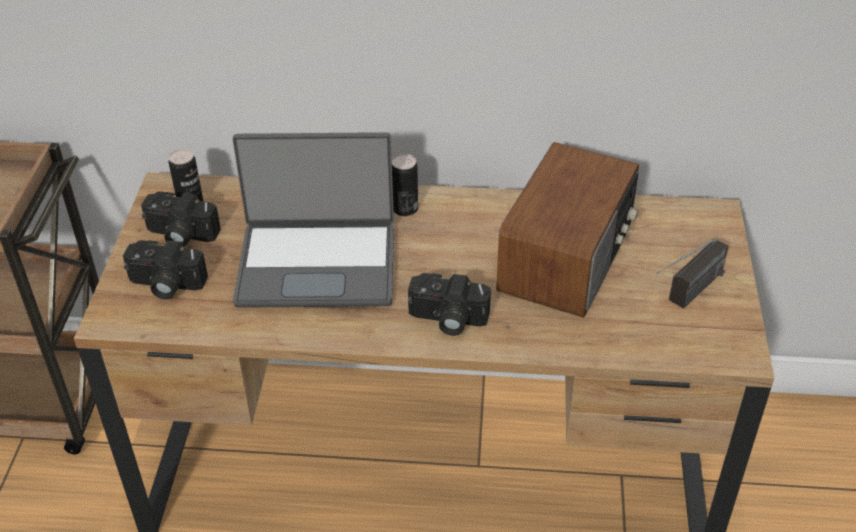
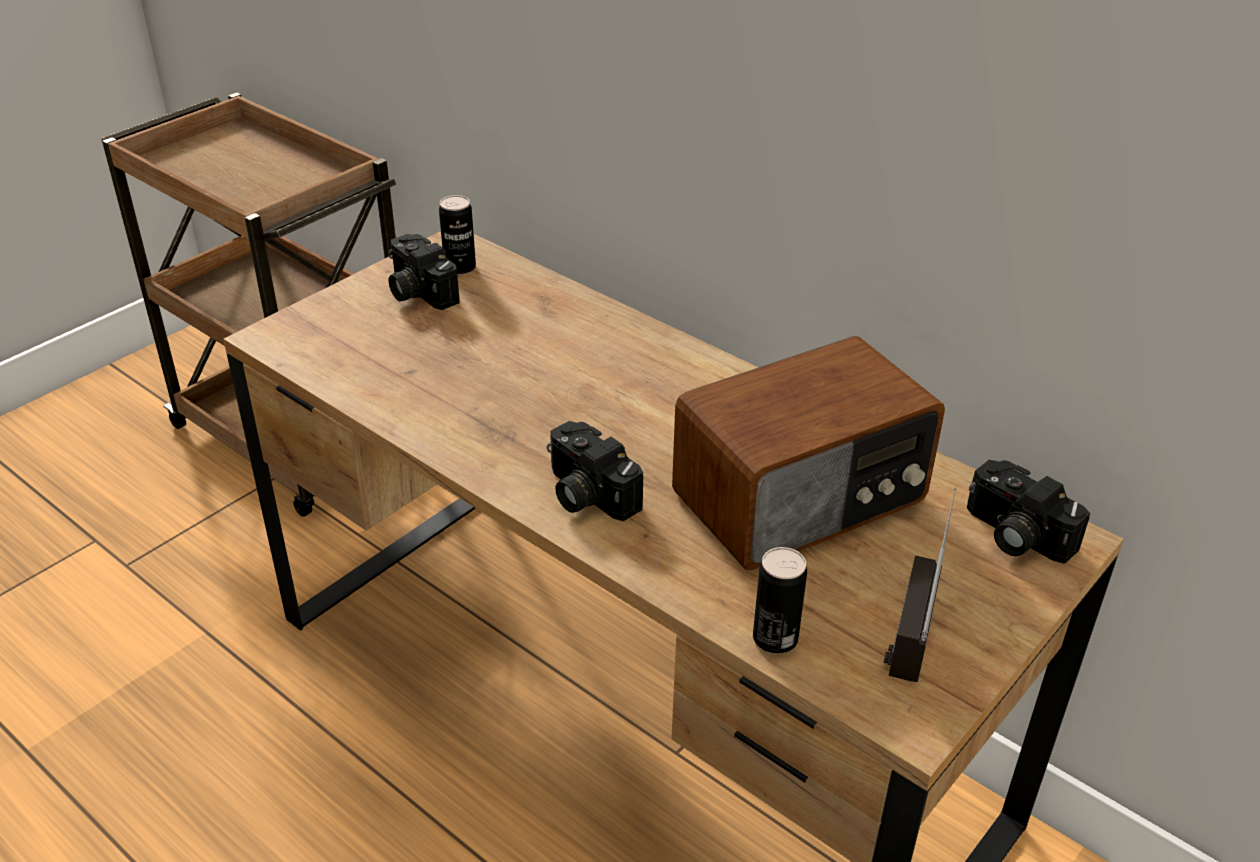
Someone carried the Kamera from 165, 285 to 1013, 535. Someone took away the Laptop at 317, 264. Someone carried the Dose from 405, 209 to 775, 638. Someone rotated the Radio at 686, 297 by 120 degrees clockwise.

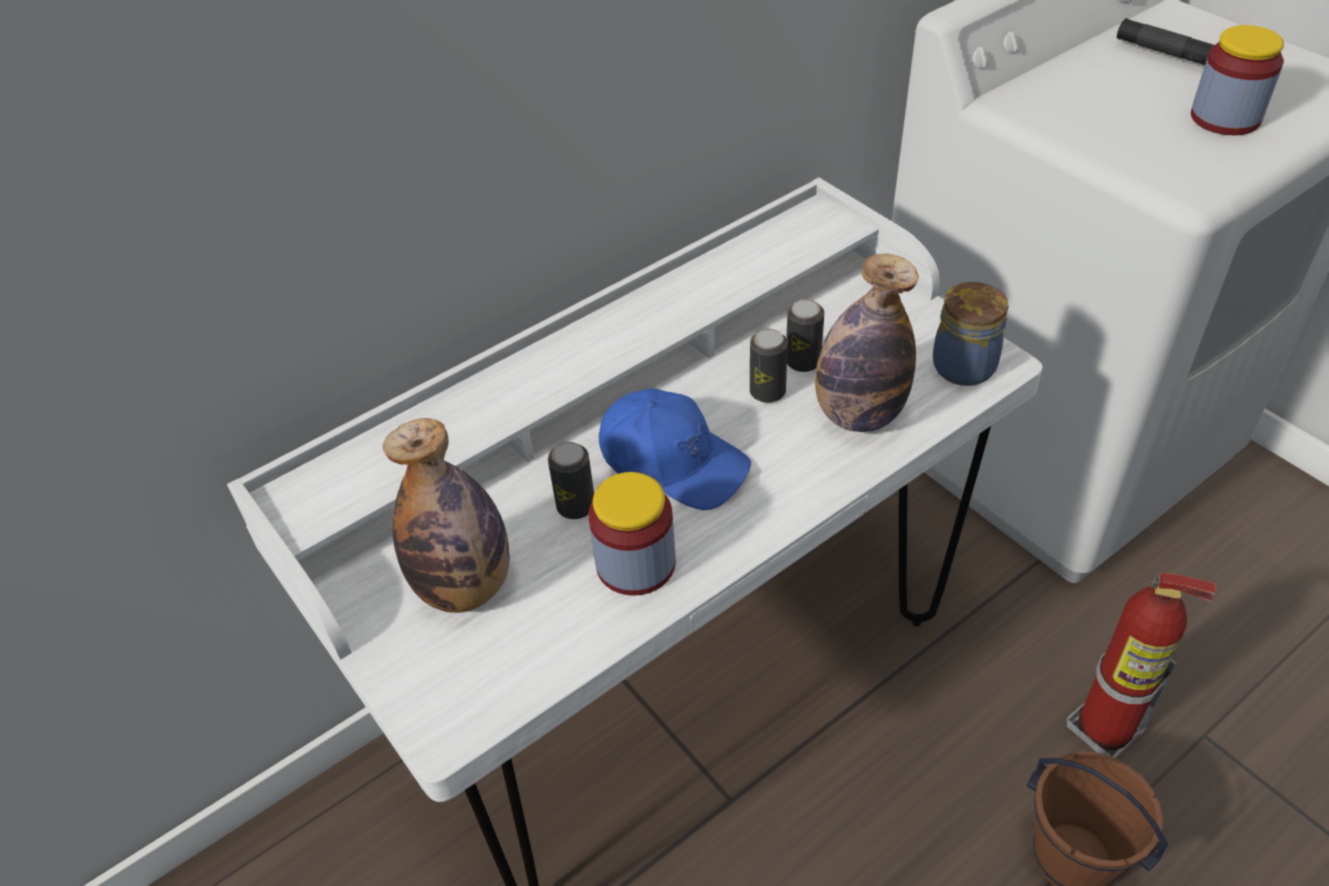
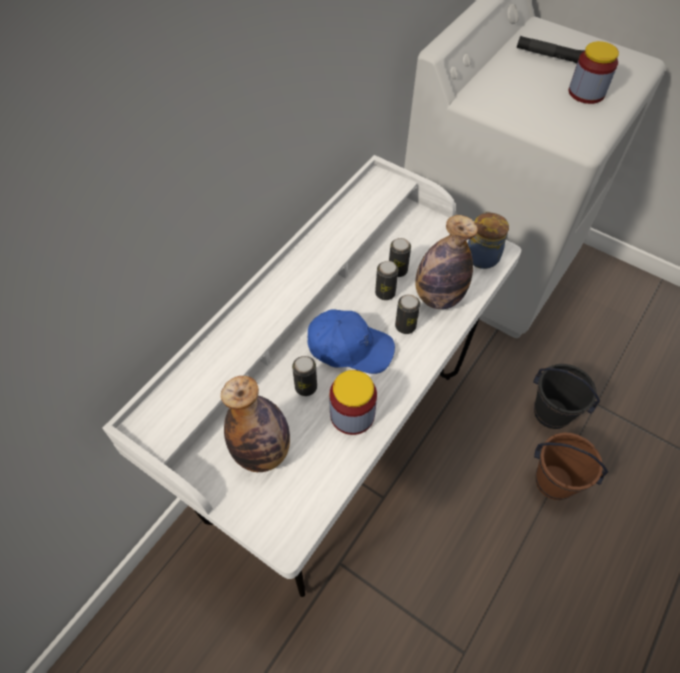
Someone swapped the Feuerlöscher at 1105, 730 for the Eimer [schwarz] at 552, 412. Someone put down the Dose at 405, 326.

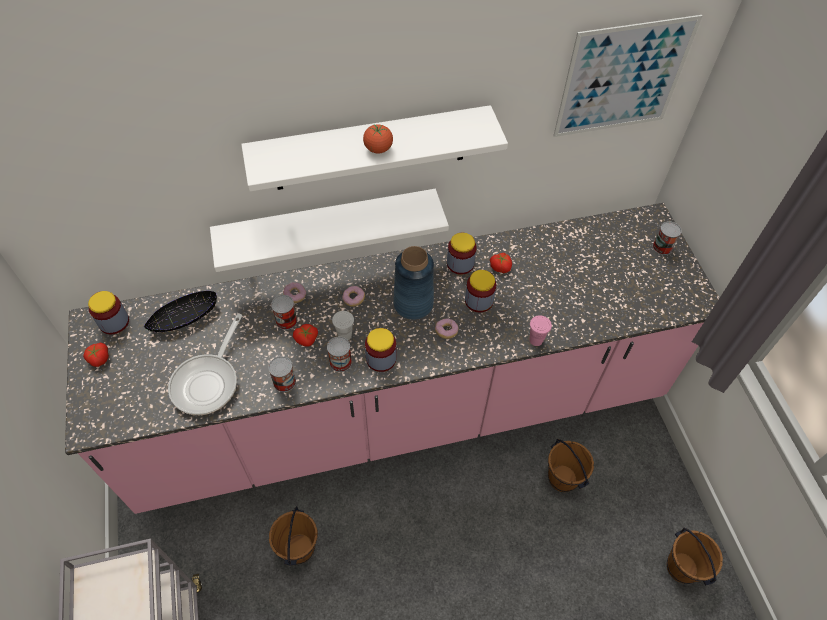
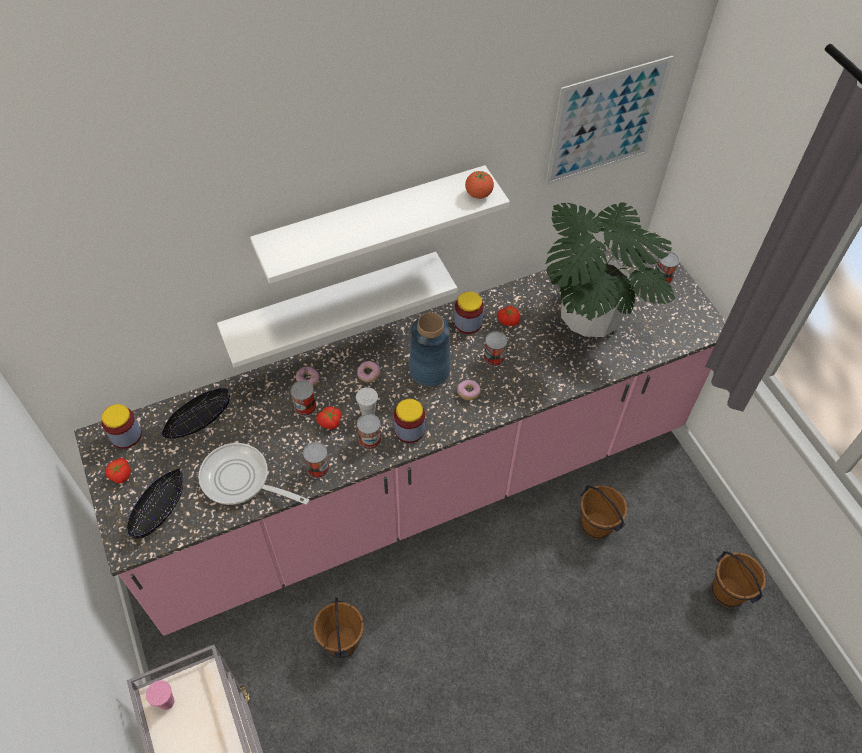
Someone rotated the Pfanne at 208, 382 by 105 degrees clockwise. Someone carried the Tomate from 378, 149 to 478, 194. Someone swapped the Vorratsglas at 479, 301 for the Dose at 494, 357. Someone carried the Tasse [rosa] from 536, 340 to 166, 702. Someone put down the Schüssel [schwarz] at 159, 509. Someone put down the Topfpflanze at 590, 316.

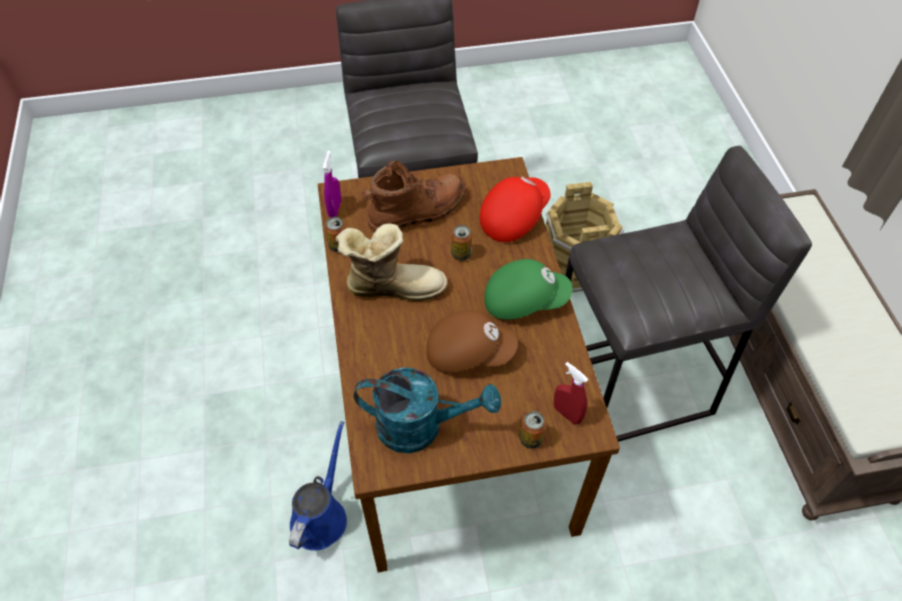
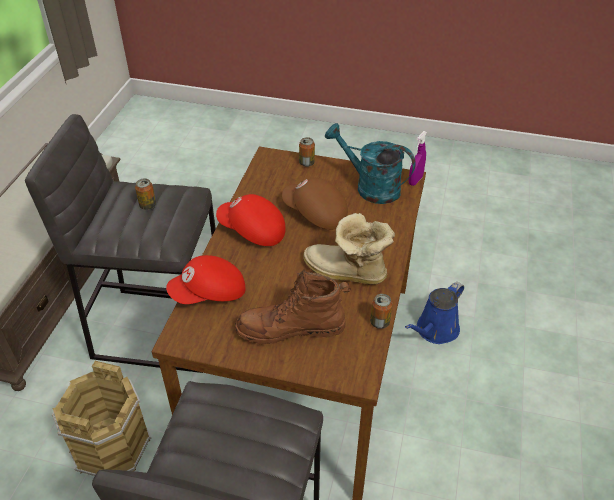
Someone carried the Sprühflasche [lila] from 335, 209 to 415, 180. Someone carried the Dose from 461, 254 to 148, 205. Someone repainted the Kappe [grün] at 524, 299, which became the Kappe [rot] at 252, 231. Someone took away the Sprühflasche [rot] at 567, 414.

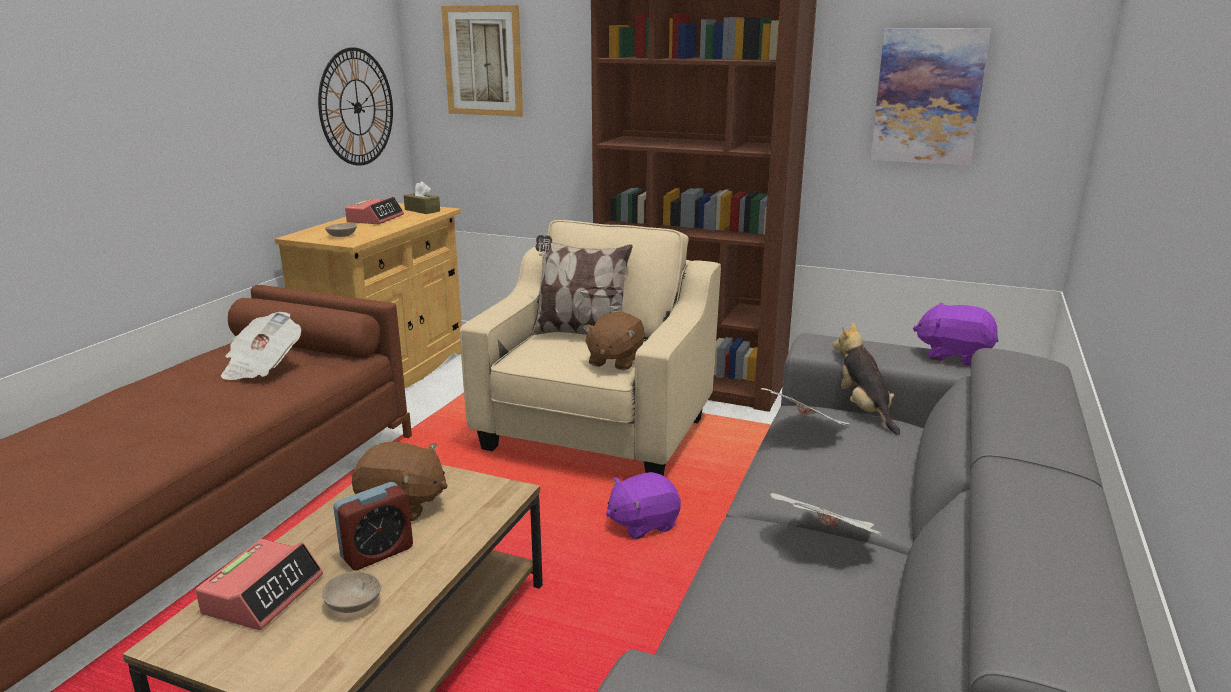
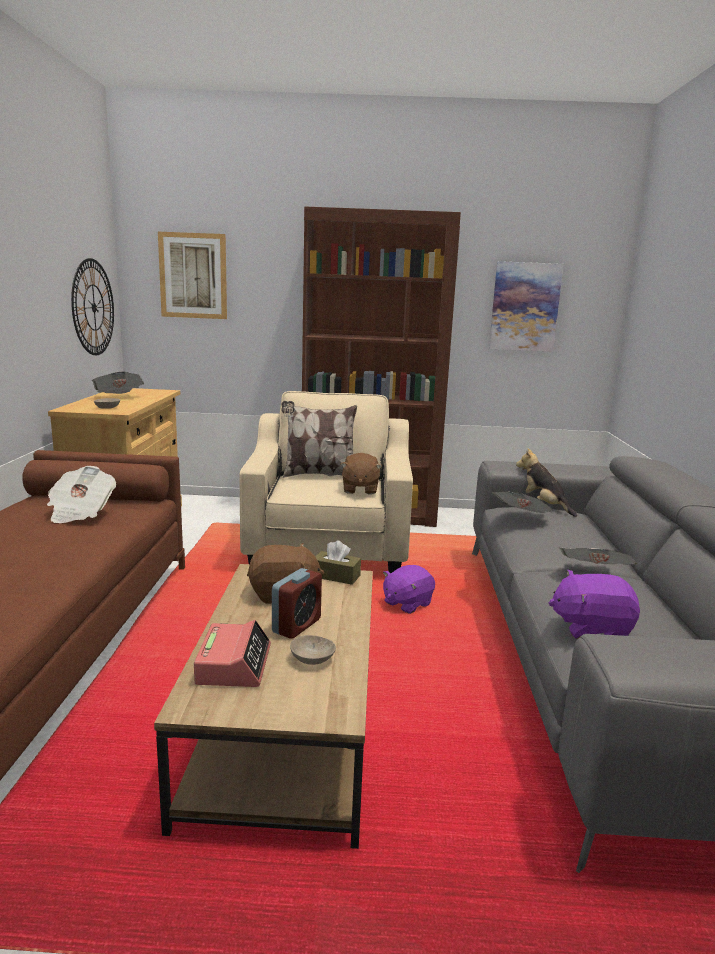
Someone swapped the Wecker at 375, 219 for the Zeitung at 119, 397. Someone carried the Taschentuchbox [braun] from 422, 210 to 336, 576. Someone carried the Plüschtier [lila] from 953, 356 to 591, 628.

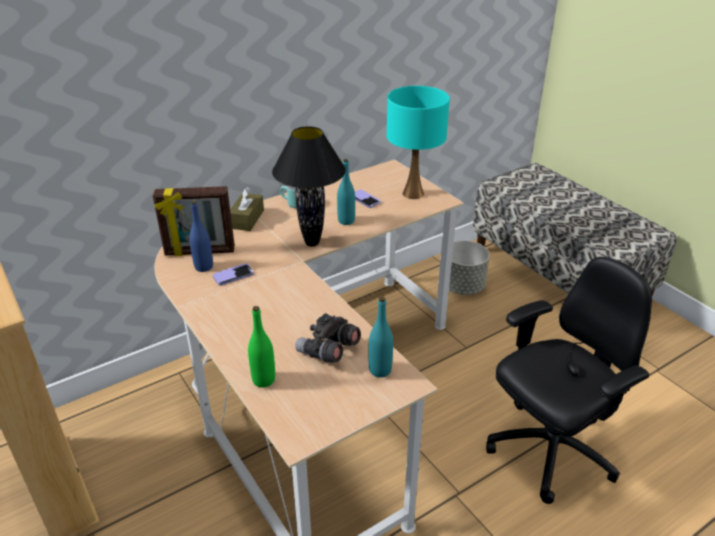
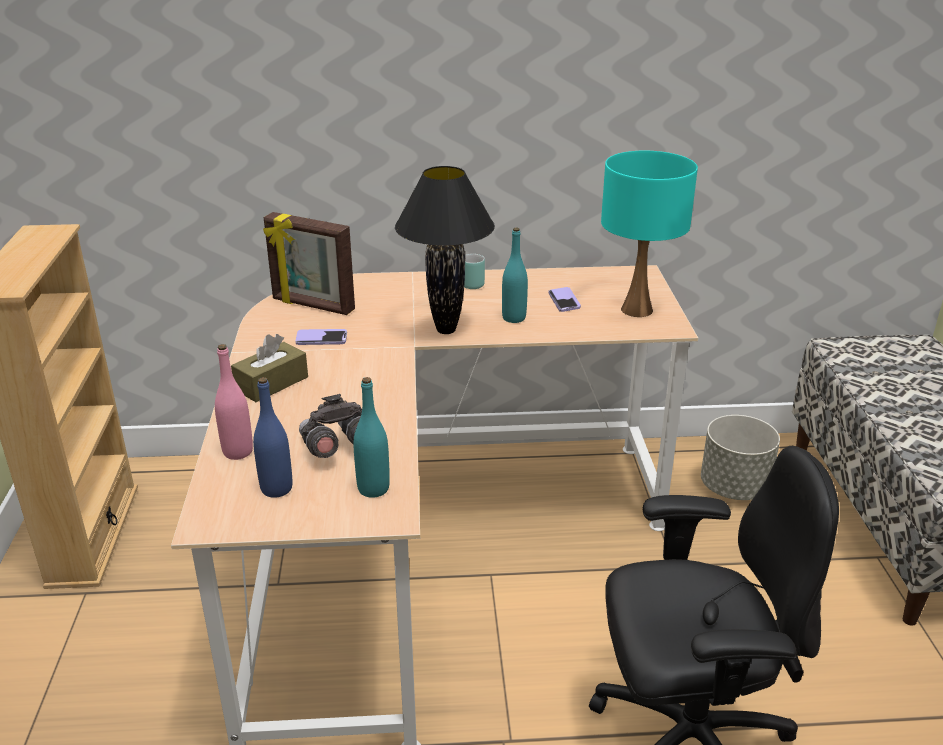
Someone carried the Flasche [blau] from 204, 267 to 276, 489. Someone carried the Taschentuchbox [braun] from 247, 219 to 271, 383. Someone repainted the Flasche [grün] at 263, 380, which became the Flasche [rosa] at 238, 452.

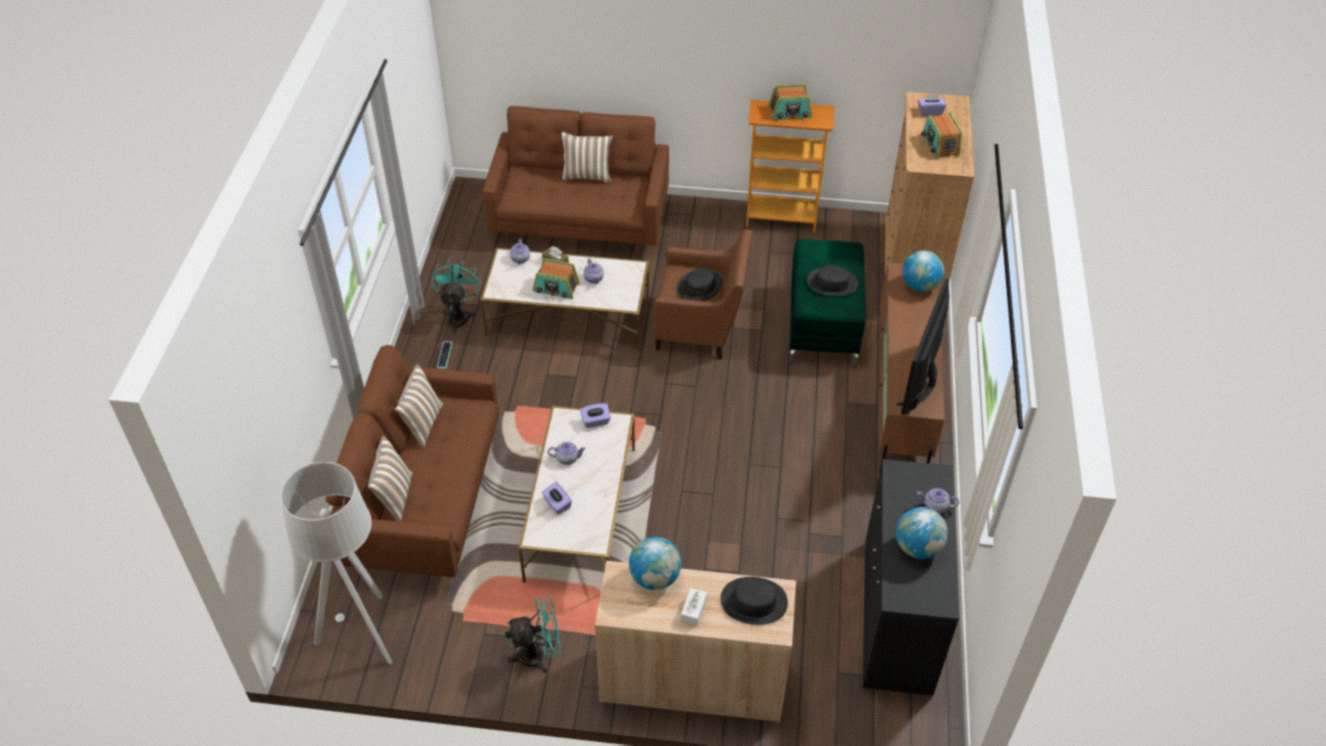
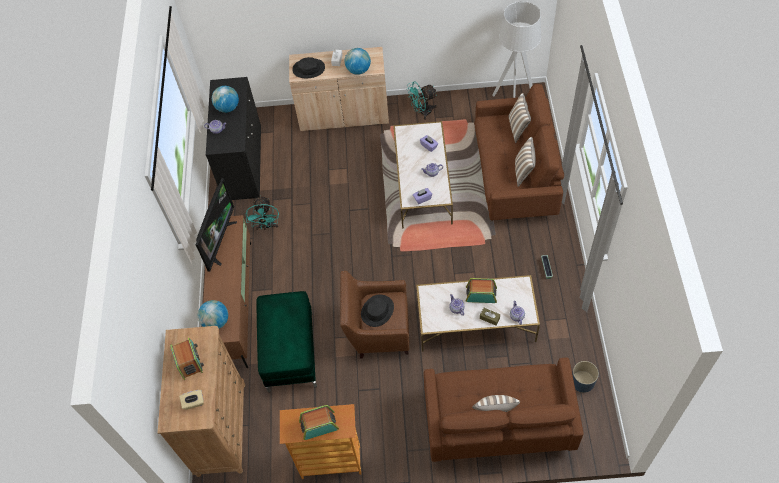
Someone carried the Ventilator [türkis] from 459, 315 to 267, 226. Someone took away the Hut [schwarz] at 832, 283. Someone repainted the Taschentuchbox [lila] at 930, 111, which became the Taschentuchbox [beige] at 194, 403. Someone put down the Pflanzkübel [blau] at 582, 381.

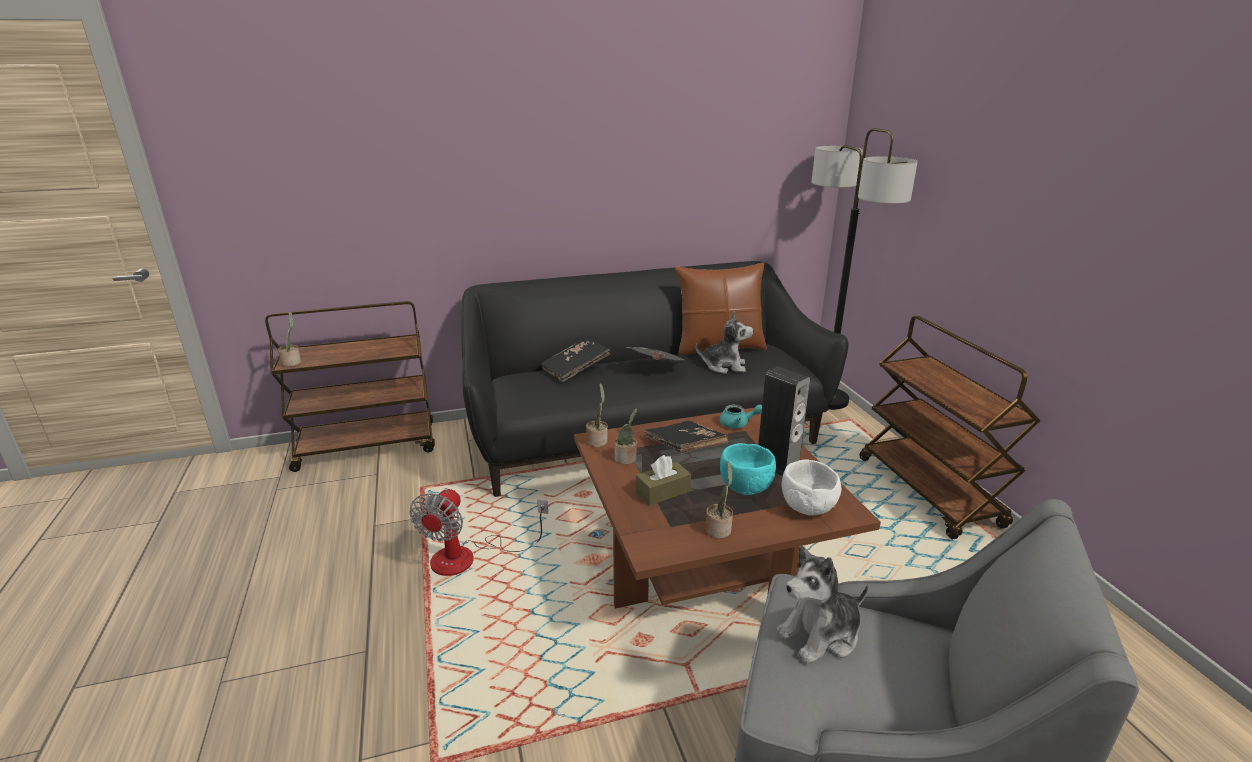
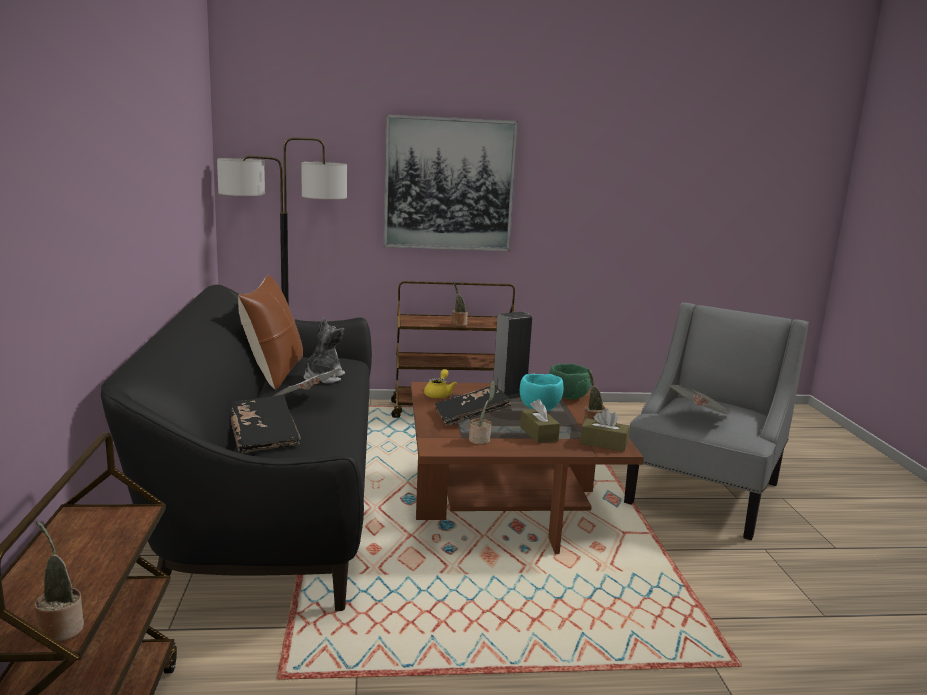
Someone took away the Ventilator at 469, 557. Someone carried the Topfpflanze from 597, 441 to 458, 324. Someone repainted the Teekanne [türkis] at 738, 424, which became the Teekanne [gelb] at 439, 394. Someone swapped the Plüschtier at 820, 634 for the Zeitung at 698, 417. Someone repainted the Schüssel [weiß] at 806, 507, which became the Schüssel [grün] at 568, 397. Someone put up the Bild at 449, 184. Someone put down the Taschentuchbox [braun] at 603, 443.

